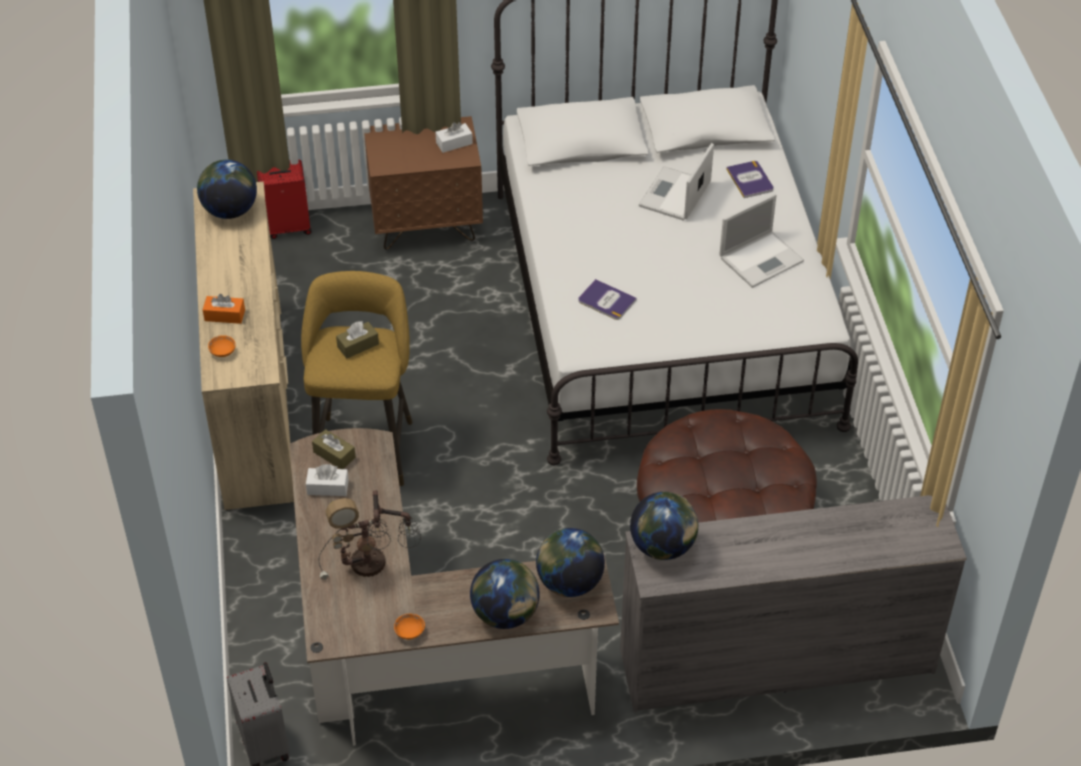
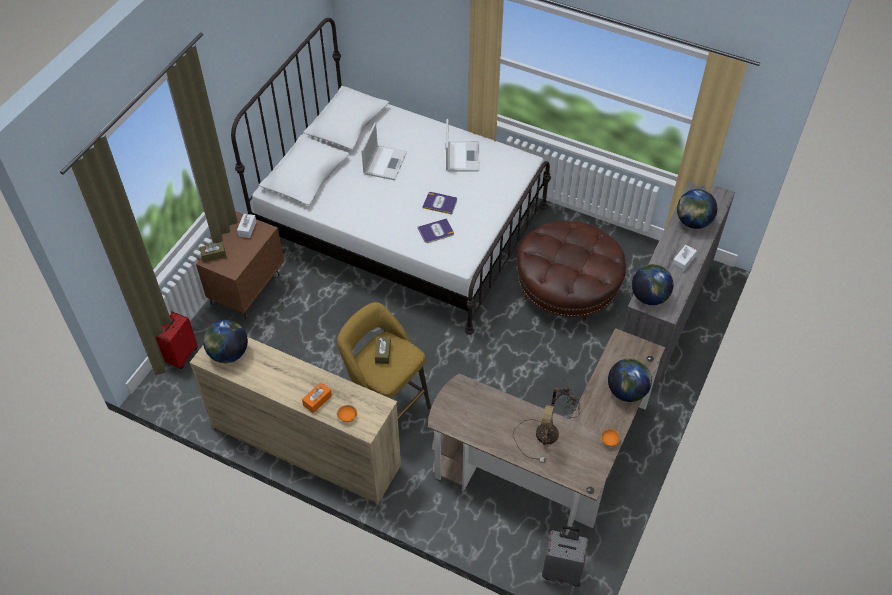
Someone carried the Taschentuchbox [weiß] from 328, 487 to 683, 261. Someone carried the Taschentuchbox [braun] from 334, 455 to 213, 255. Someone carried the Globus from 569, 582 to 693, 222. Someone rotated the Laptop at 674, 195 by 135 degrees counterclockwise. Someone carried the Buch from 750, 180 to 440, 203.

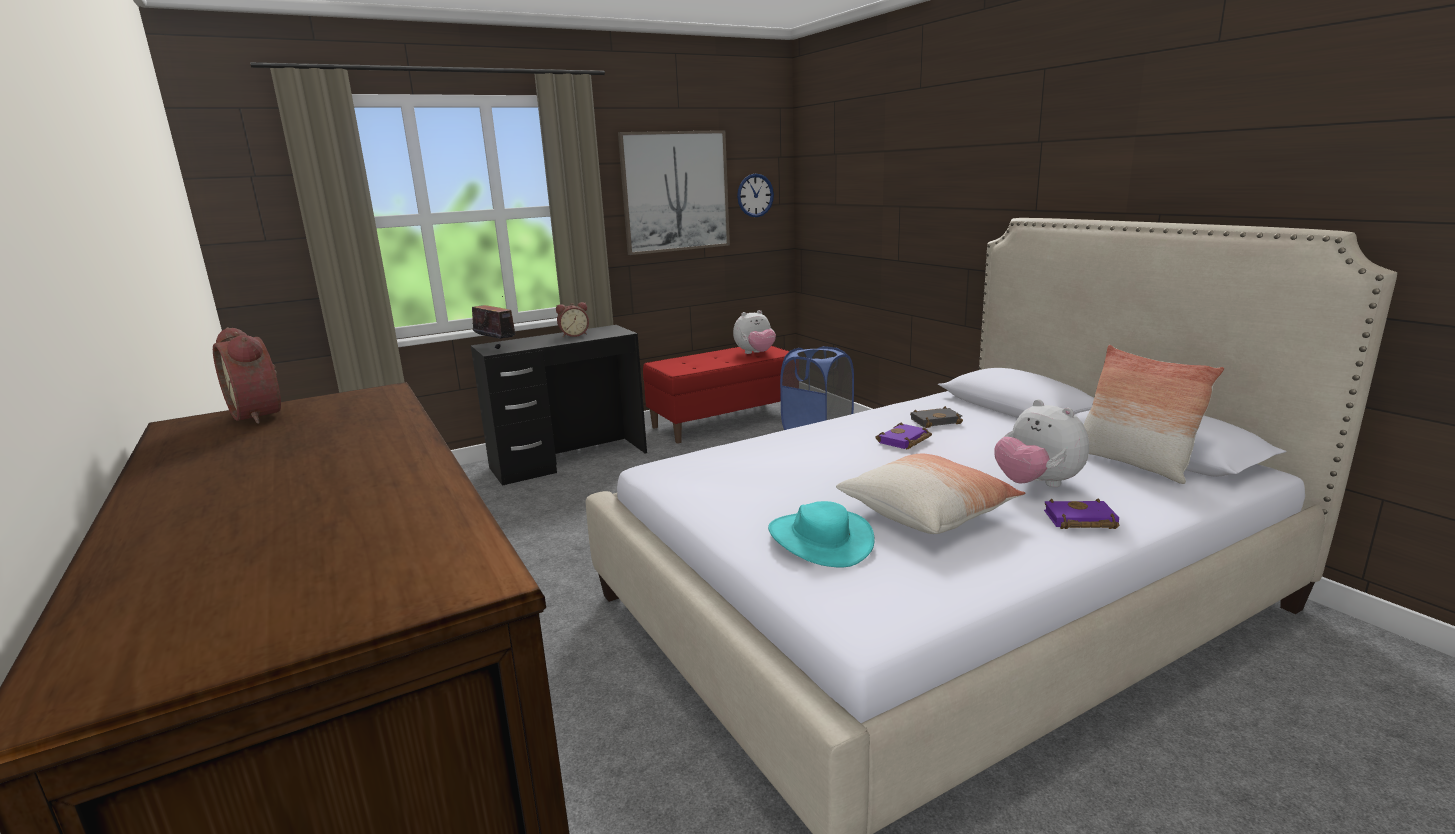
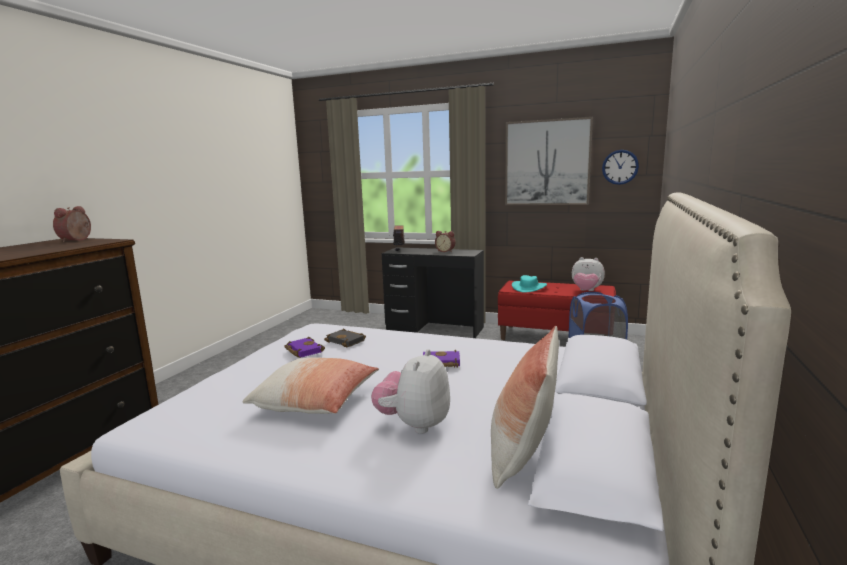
Someone carried the Hut [türkis] from 820, 539 to 529, 287. Someone carried the Buch [schwarz] from 936, 421 to 347, 341. Someone carried the Buch [lila] from 1079, 521 to 302, 350.

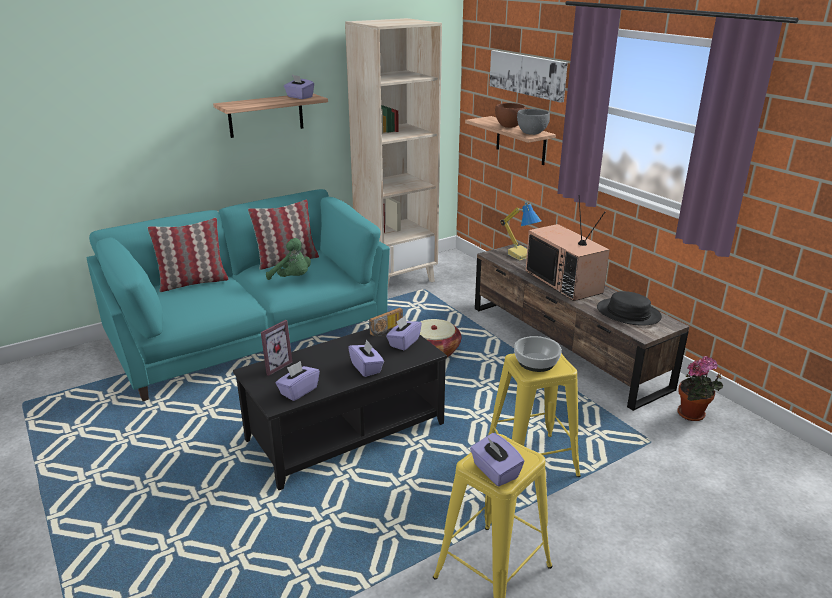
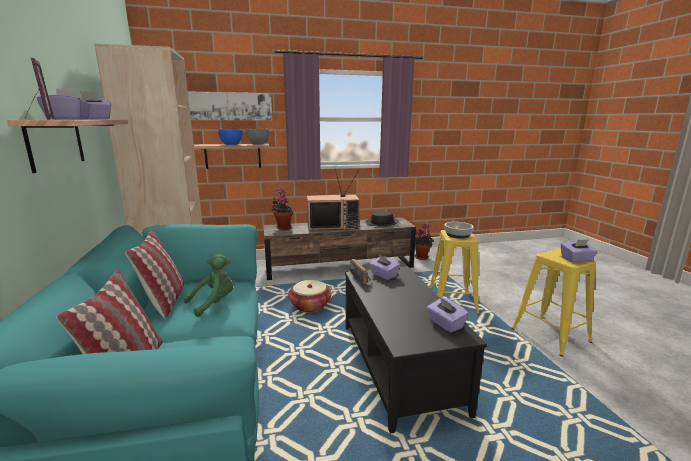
Someone carried the Bilderrahmen from 274, 366 to 38, 119. Someone carried the Taschentuchbox [lila] from 366, 368 to 68, 119. Someone repainted the Schüssel [braun] at 509, 126, which became the Schüssel [blau] at 231, 144. Someone swapped the Tischlampe at 520, 254 for the Topfpflanze at 283, 227.

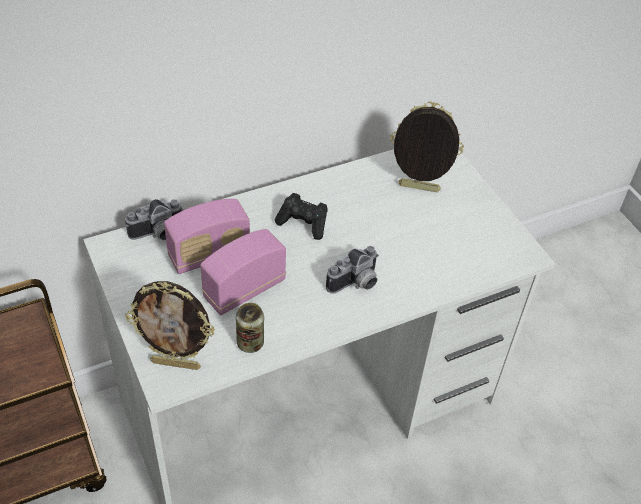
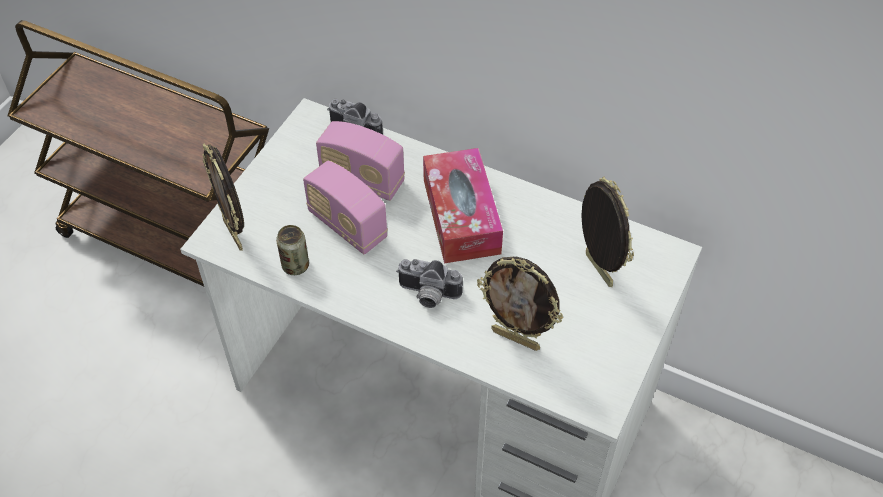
Someone rotated the Radio at 244, 289 by 150 degrees counterclockwise. Someone swapped the Gamepad [schwarz] at 303, 223 for the Taschentuchbox at 461, 216. Someone put down the Bilderrahmen at 516, 338.

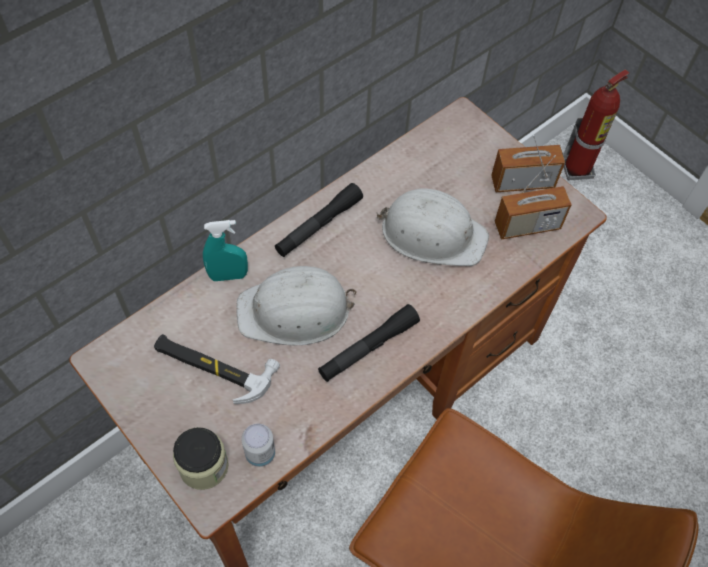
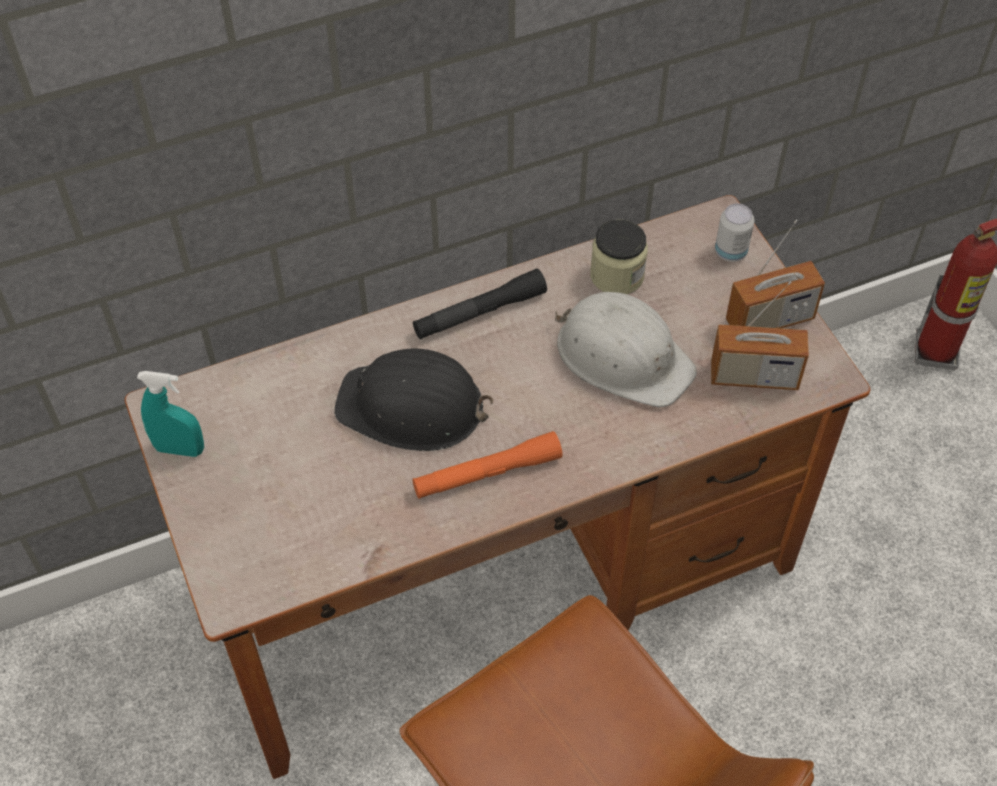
Someone took away the Hammer at 213, 366. Someone carried the Vorratsglas from 204, 466 to 617, 275. Someone carried the Sprühflasche [türkis] from 228, 275 to 179, 449. Someone repainted the Schutzhelm [weiß] at 295, 311, which became the Schutzhelm [schwarz] at 412, 407. Someone carried the Dose from 260, 453 to 730, 252. Someone repainted the Taschenlampe [schwarz] at 368, 348, which became the Taschenlampe [orange] at 487, 473. Someone rotated the Radio at 522, 182 by 150 degrees clockwise.

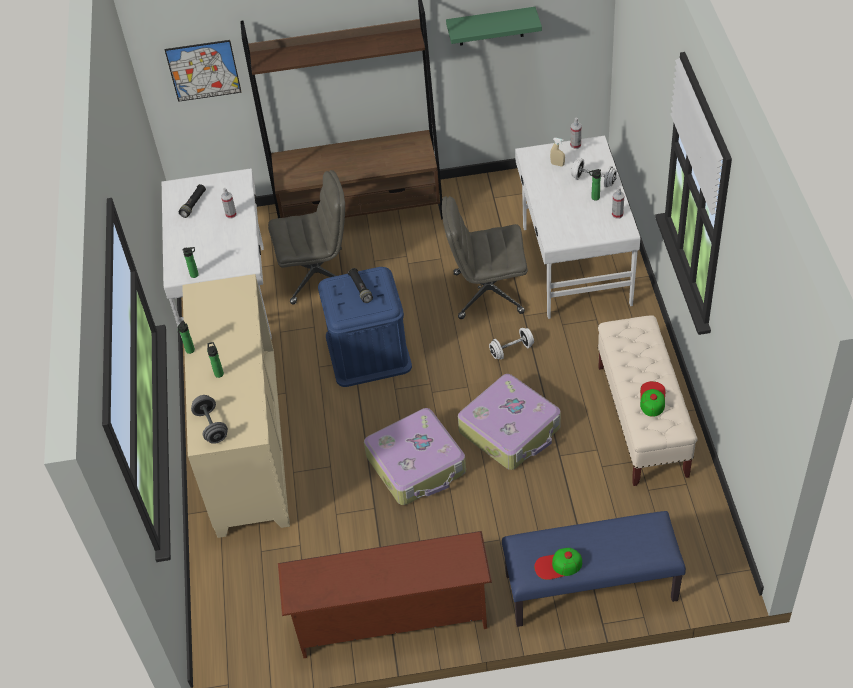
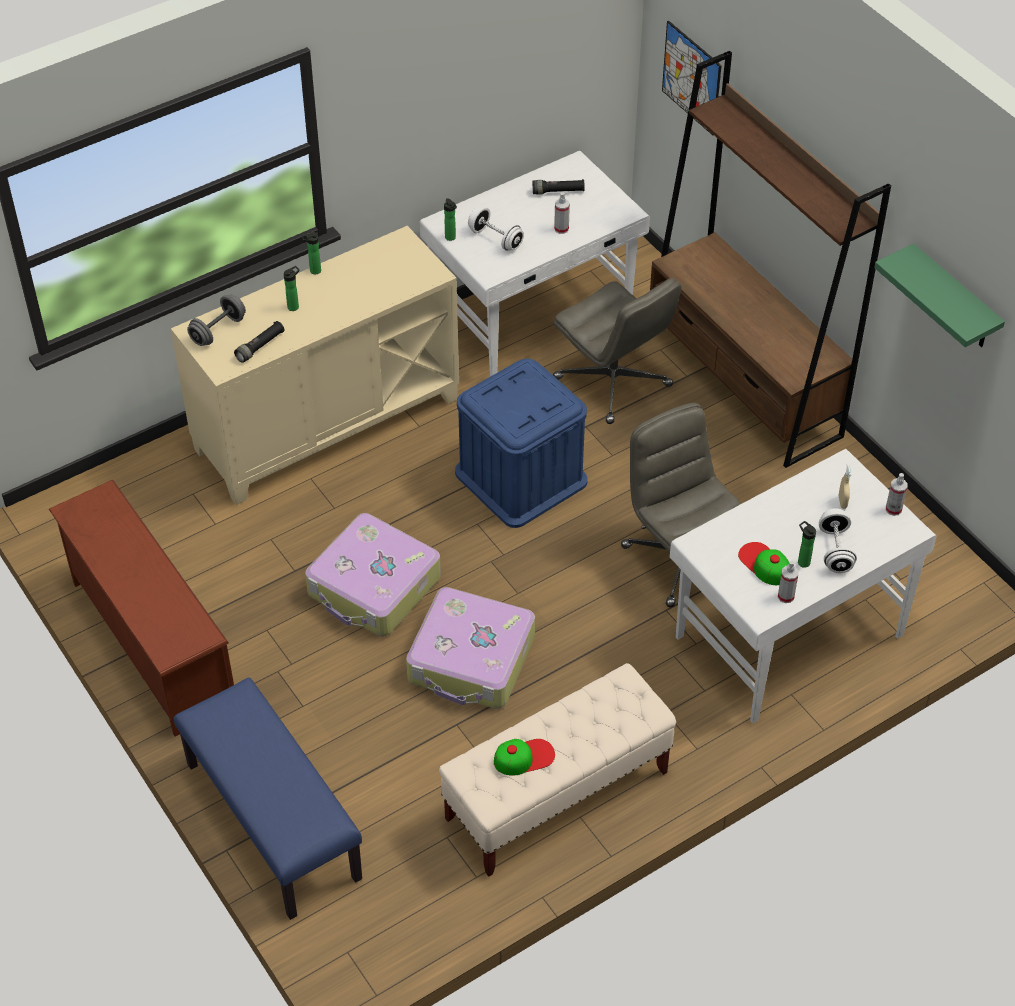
Someone carried the Taschenlampe [schwarz] from 360, 289 to 260, 347. Someone carried the Hantel [weiß] from 511, 350 to 495, 239. Someone carried the Kappe from 558, 565 to 764, 564.

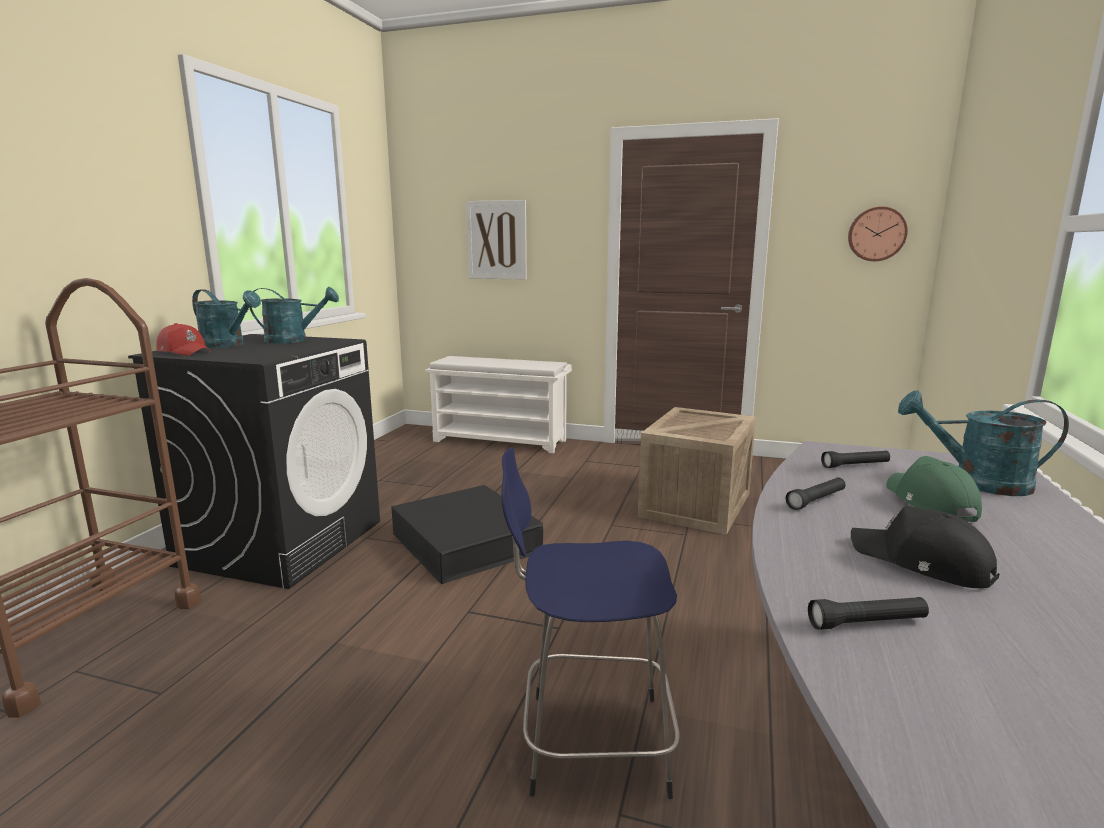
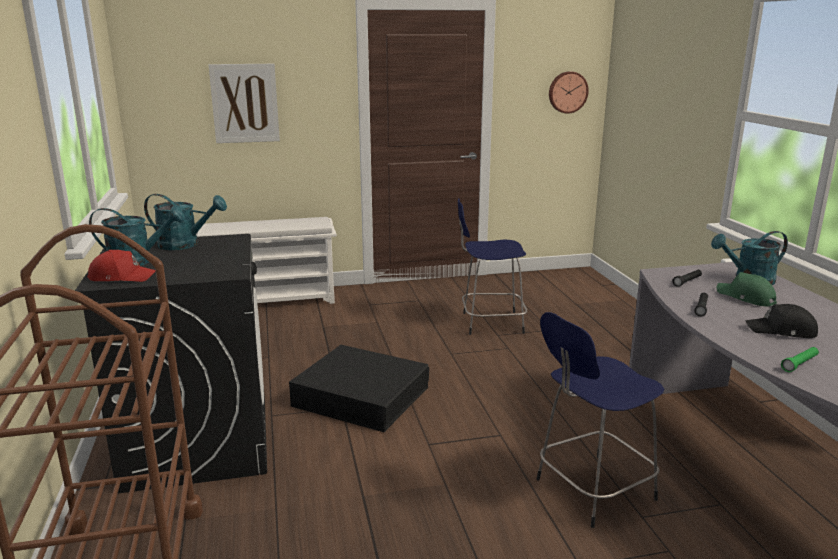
Someone rotated the Gießkanne [türkis] at 294, 340 by 45 degrees clockwise. Someone swapped the Kiste at 695, 504 for the Hocker [blau] at 489, 323. Someone repainted the Taschenlampe [schwarz] at 867, 623, which became the Taschenlampe [grün] at 799, 364.

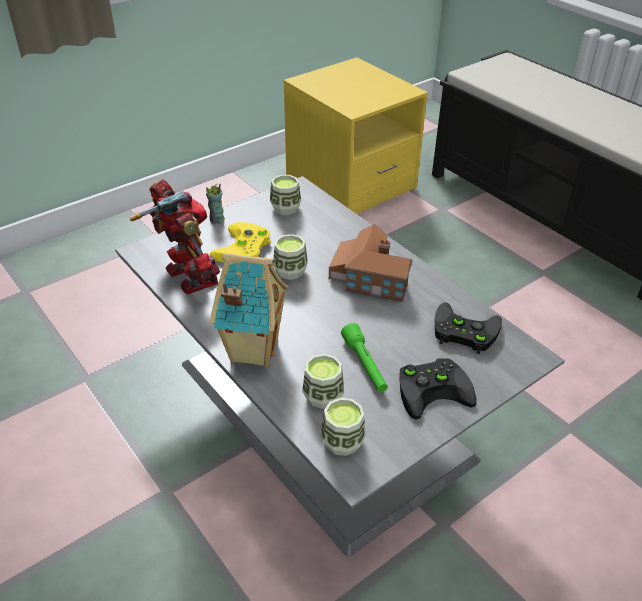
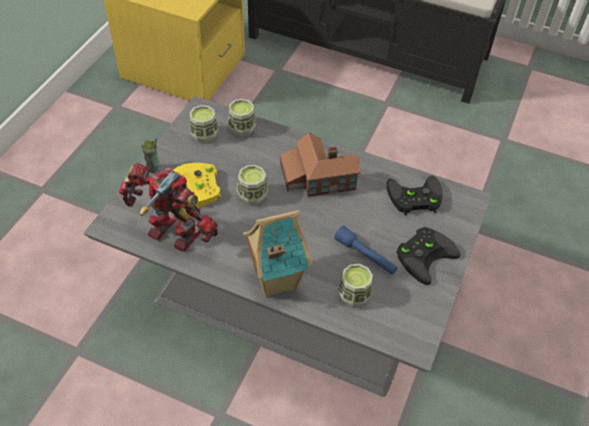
Someone carried the Tasse from 342, 442 to 242, 128. Someone repainted the Taschenlampe [grün] at 365, 365, which became the Taschenlampe [blau] at 365, 256.

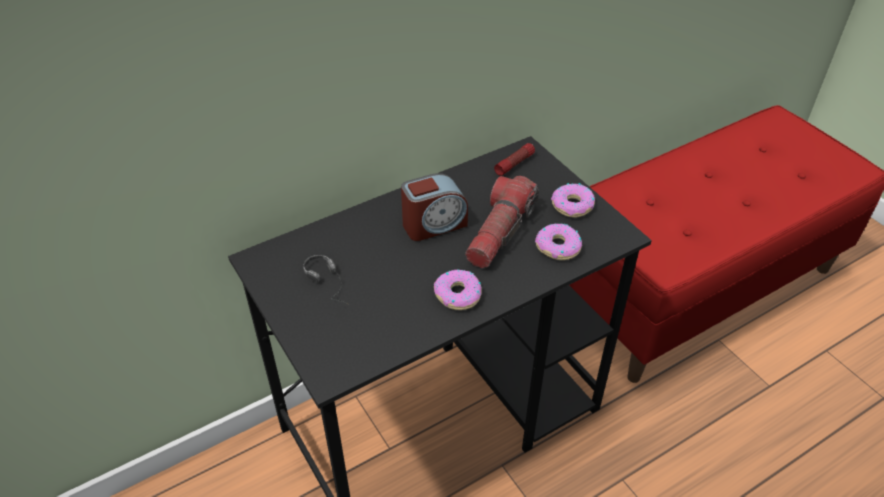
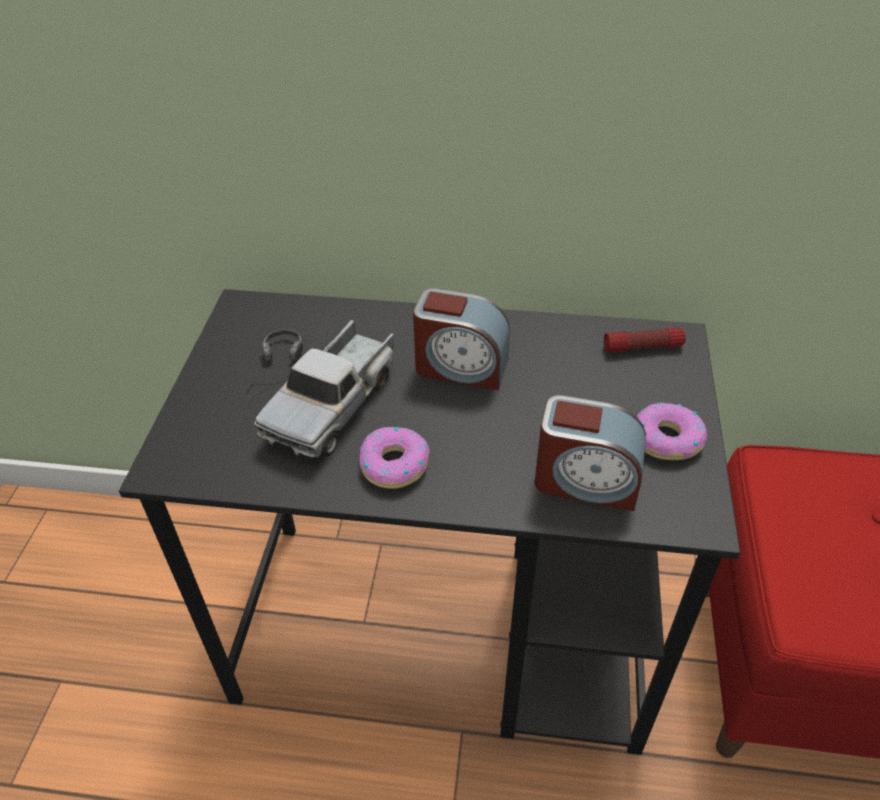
Someone took away the Taschenlampe at 500, 232. Someone swapped the Donut at 558, 247 for the Wecker at 586, 481. Someone put down the Spielzeuglaster at 334, 403.

